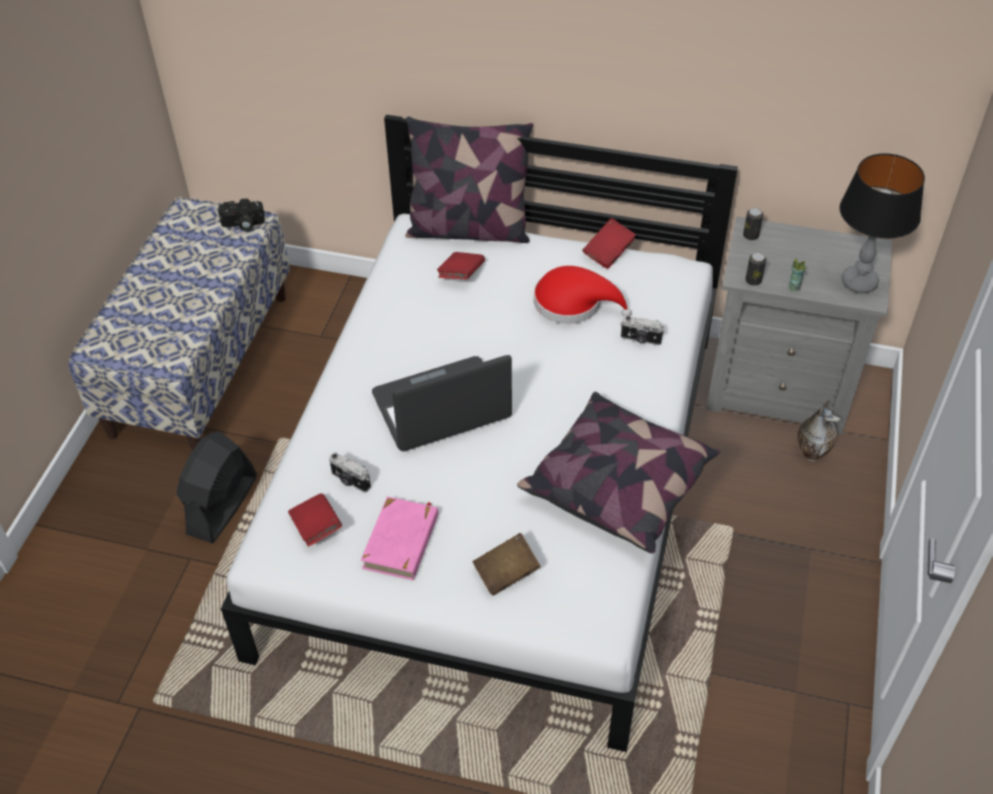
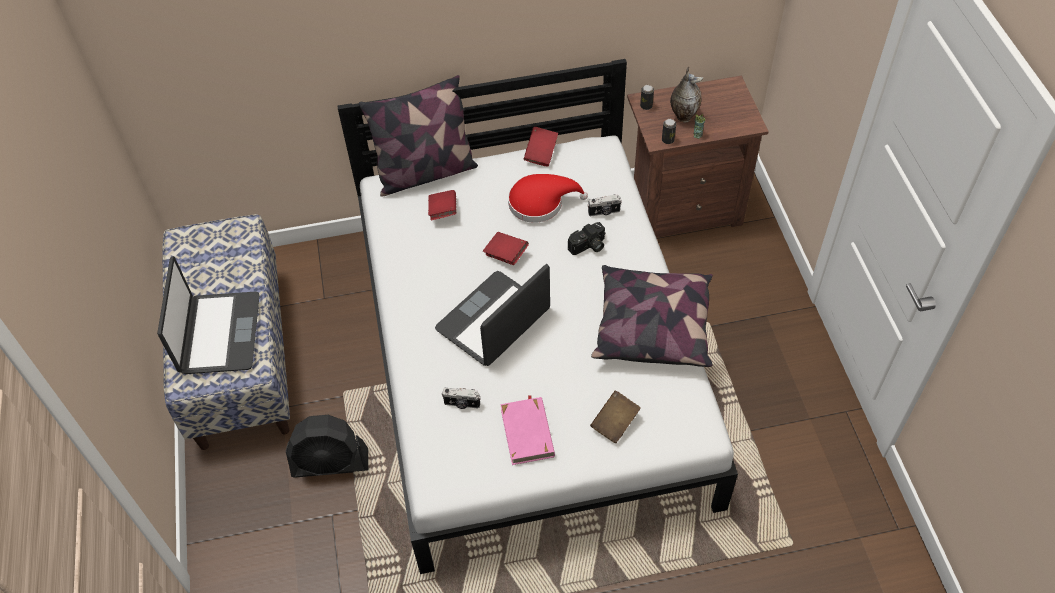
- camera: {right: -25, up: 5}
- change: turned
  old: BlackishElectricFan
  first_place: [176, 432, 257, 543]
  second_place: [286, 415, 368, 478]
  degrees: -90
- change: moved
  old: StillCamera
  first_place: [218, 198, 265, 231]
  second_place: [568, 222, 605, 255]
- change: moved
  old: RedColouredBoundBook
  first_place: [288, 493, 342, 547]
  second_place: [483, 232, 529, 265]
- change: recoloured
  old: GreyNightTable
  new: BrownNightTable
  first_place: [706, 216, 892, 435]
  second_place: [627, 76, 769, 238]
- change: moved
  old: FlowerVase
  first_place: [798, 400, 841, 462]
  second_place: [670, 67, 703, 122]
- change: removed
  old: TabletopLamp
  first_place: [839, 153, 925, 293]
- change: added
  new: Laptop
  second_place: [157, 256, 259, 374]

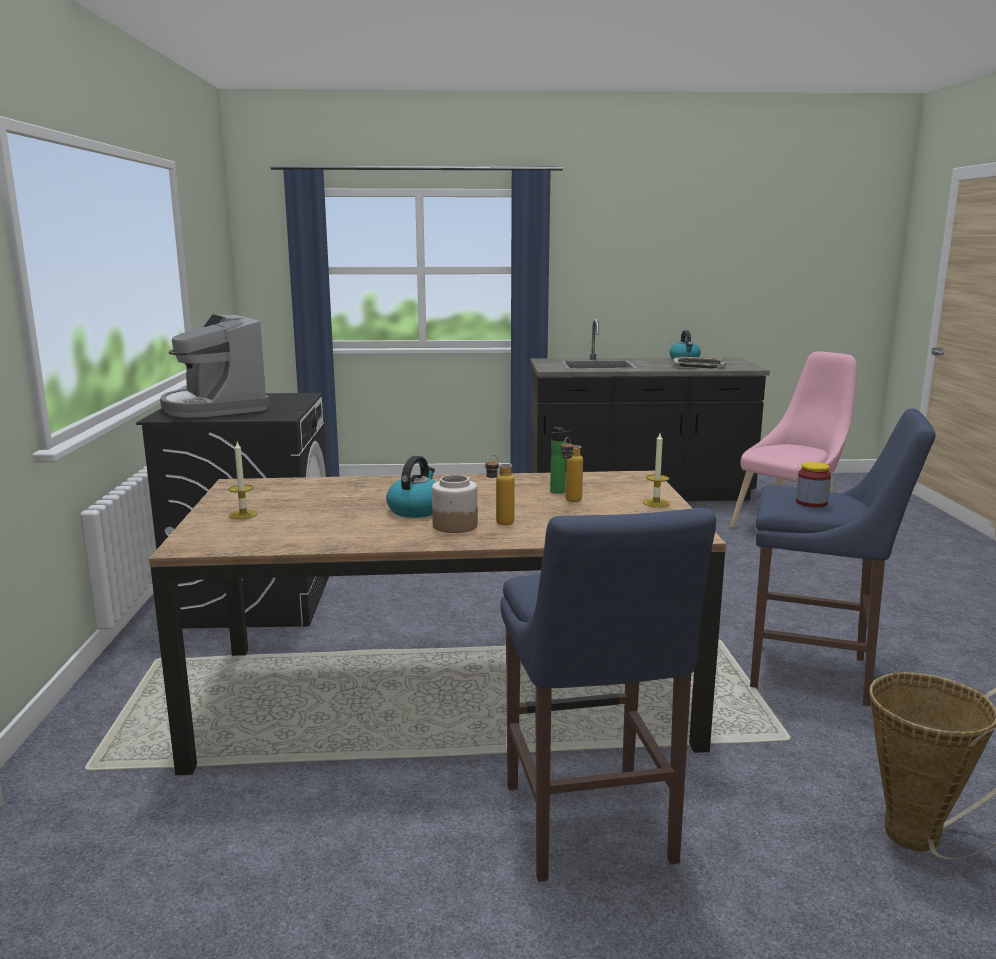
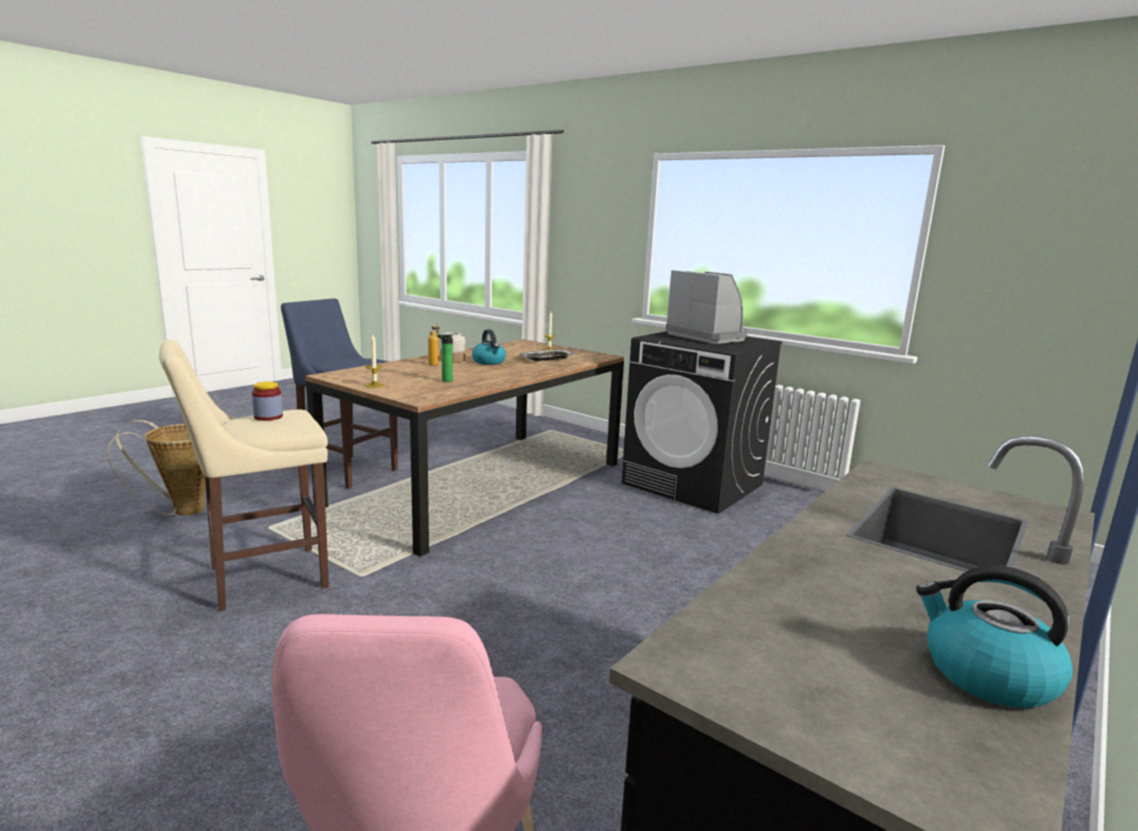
- camera: {right: 130, up: 0}
- change: turned
  old: CoffeeMaker
  first_place: [160, 314, 270, 418]
  second_place: [666, 270, 748, 344]
  degrees: 45
- change: removed
  old: BeverageBottle
  first_place: [561, 437, 583, 502]
- change: moved
  old: ServingTray
  first_place: [671, 357, 727, 368]
  second_place: [519, 350, 575, 361]
- change: recoloured
  old: BlueStoolSeat
  new: BeigeColouredStoolSeat
  first_place: [750, 409, 936, 706]
  second_place: [159, 339, 329, 611]

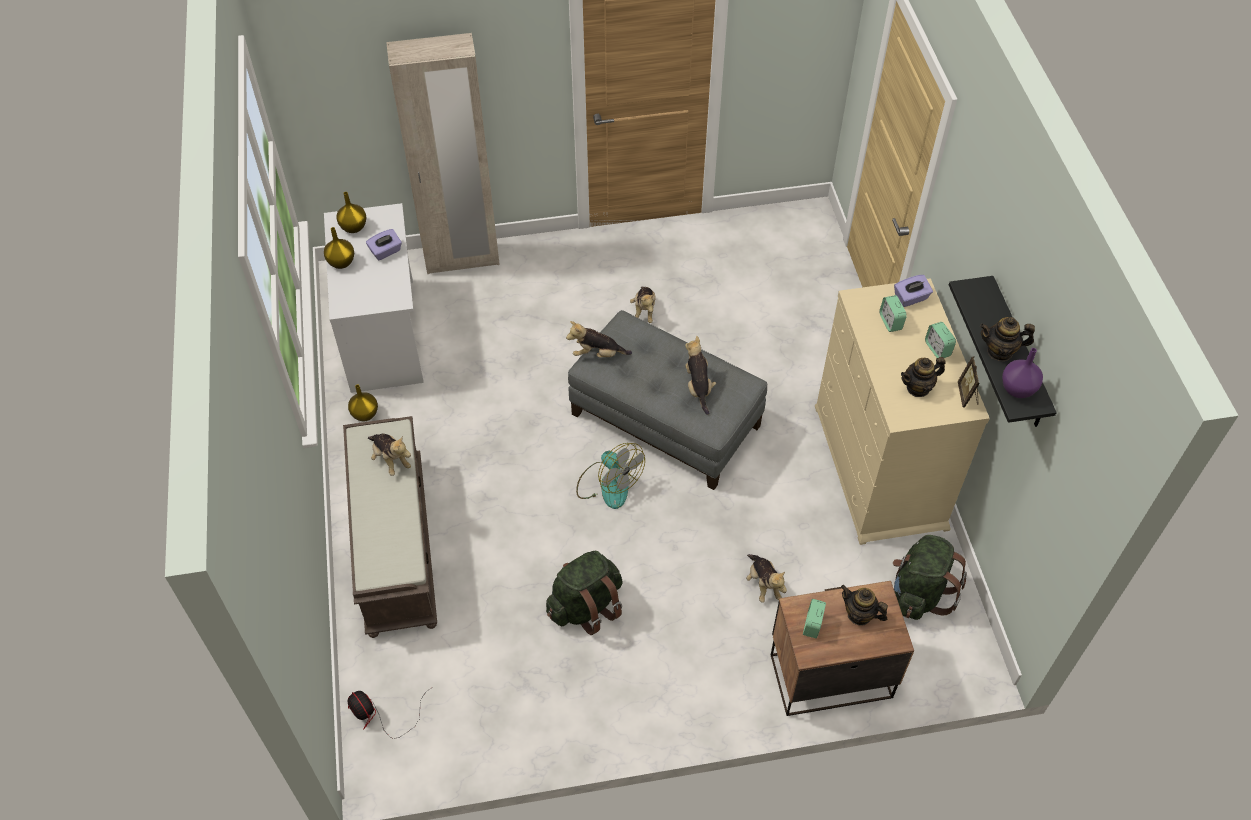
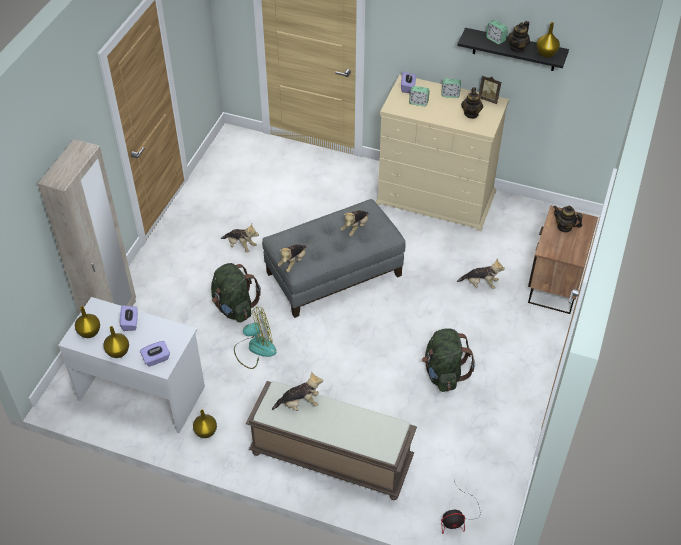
- camera: {right: -60, up: -5}
- change: moved
  old: ElectricFan
  first_place: [576, 443, 645, 509]
  second_place: [234, 307, 276, 369]
- change: turned
  old: PlushToy
  first_place: [685, 336, 716, 415]
  second_place: [341, 210, 369, 237]
  degrees: -75
- change: moved
  old: AlarmClock
  first_place: [803, 599, 826, 638]
  second_place: [486, 20, 508, 44]
- change: turned
  old: TeaPot
  first_place: [841, 585, 888, 626]
  second_place: [553, 206, 583, 233]
  degrees: 60
- change: moved
  old: GreenBackpack
  first_place: [893, 535, 967, 620]
  second_place: [211, 263, 261, 323]
- change: recoloured
  old: PurpleColouredFlowerVase
  new: YellowishFlowerVase
  first_place: [1002, 348, 1043, 398]
  second_place: [536, 22, 560, 58]
- change: added
  new: PurpleColouredTissueBox
  second_place: [140, 341, 170, 367]

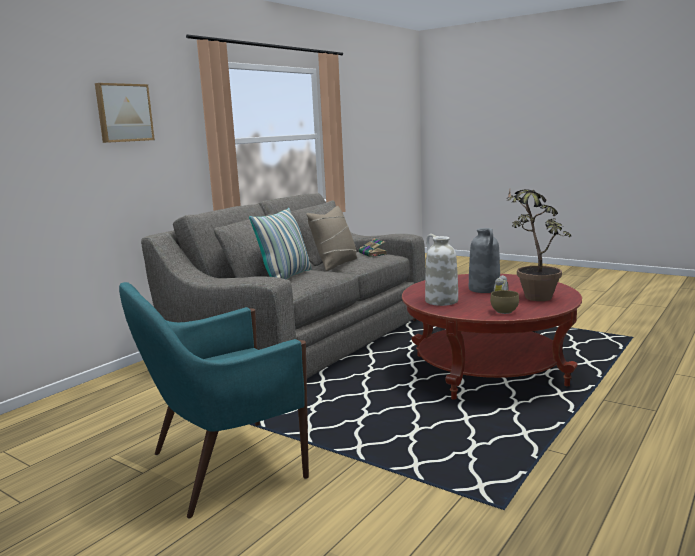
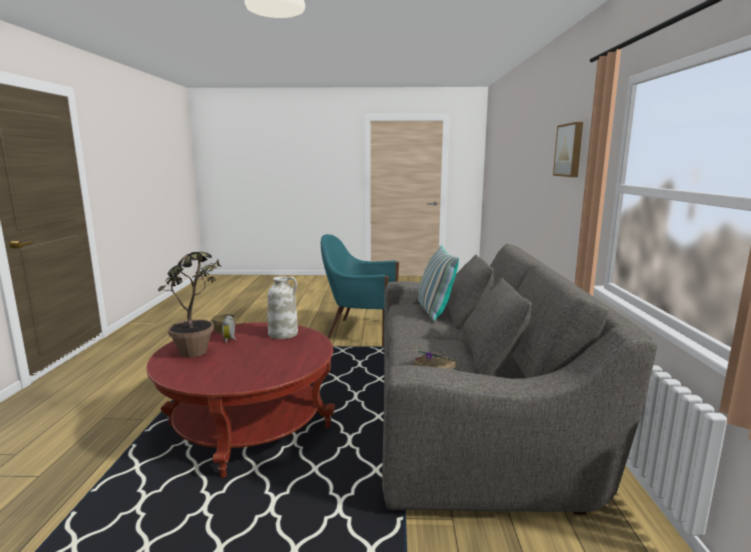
- camera: {right: 145, up: 0}
- change: turned
  old: BlueGreenEasyChair
  first_place: [119, 282, 309, 519]
  second_place: [321, 234, 399, 347]
  degrees: -105
- change: removed
  old: BeigeColouredThrowPillow
  first_place: [306, 206, 357, 271]
- change: removed
  old: GreyFlowerVase
  first_place: [469, 228, 500, 293]

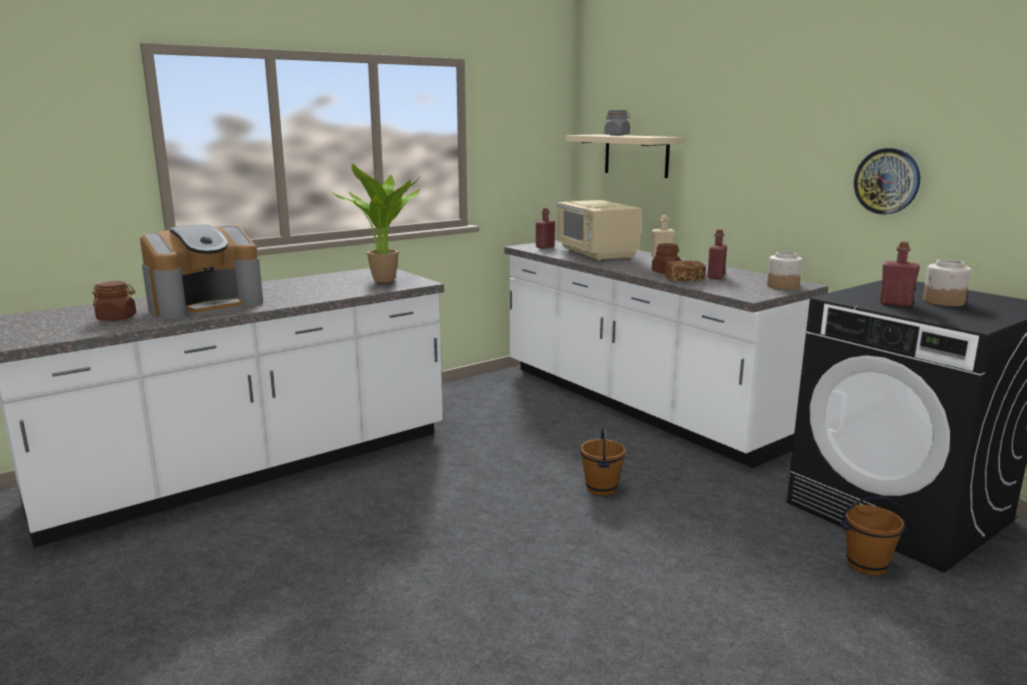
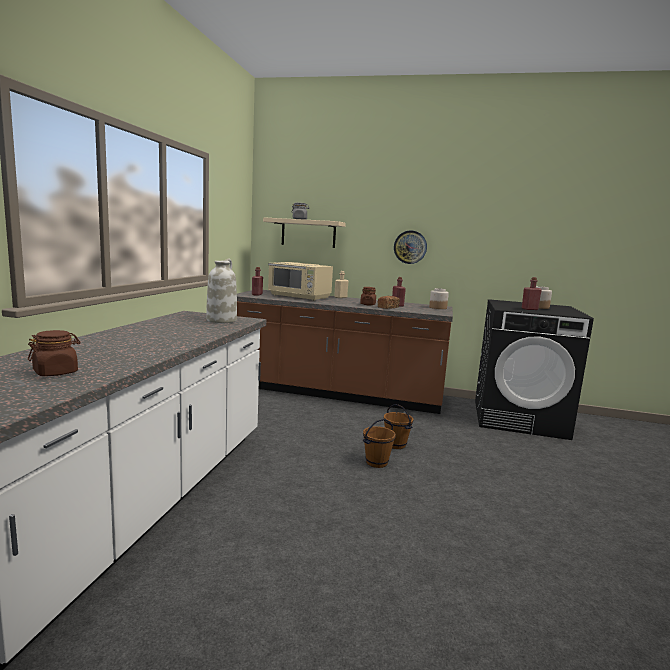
- camera: {right: -40, up: -5}
- change: removed
  old: CoffeeMaker
  first_place: [140, 225, 264, 319]
- change: replaced
  old: PlantInAPot
  new: WhitishFlowerVase
  first_place: [331, 164, 420, 283]
  second_place: [206, 259, 237, 323]
- change: recoloured
  old: WhitishCounter
  new: BrownCounter
  first_place: [504, 240, 829, 468]
  second_place: [237, 290, 453, 414]
- change: moved
  old: BrownPail
  first_place: [840, 497, 907, 576]
  second_place: [363, 419, 396, 468]
- change: moved
  old: ClockOnTheWall
  first_place: [854, 148, 920, 215]
  second_place: [394, 231, 427, 264]

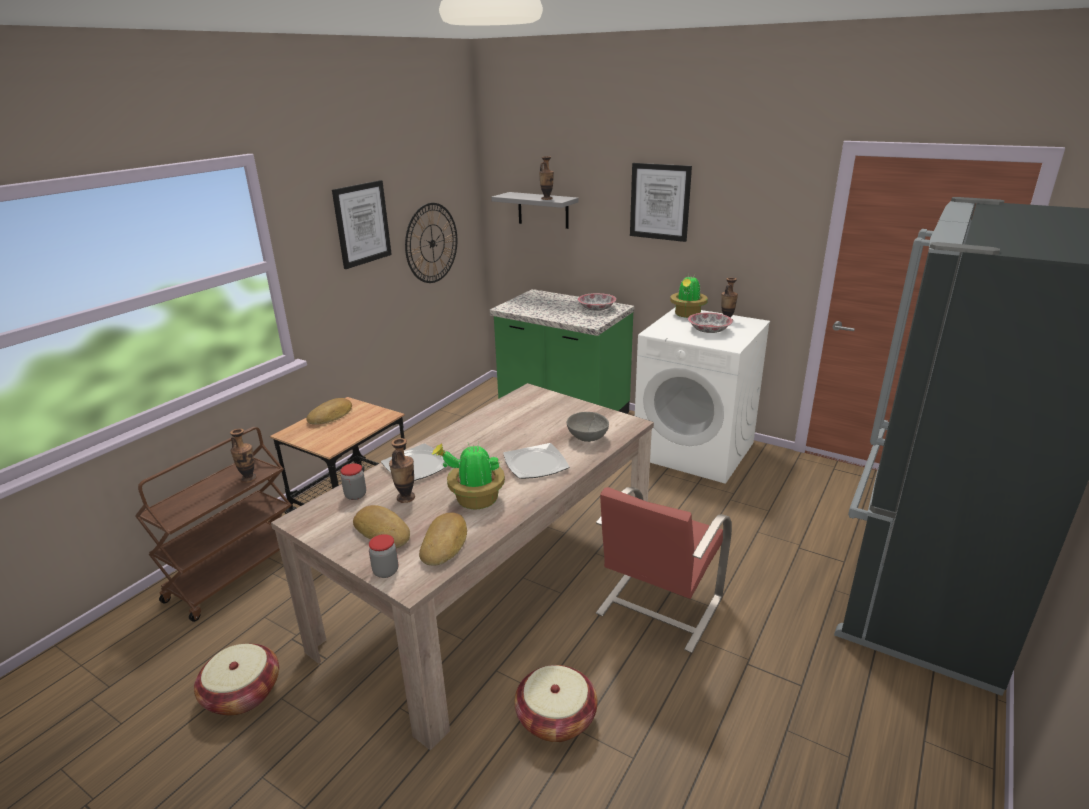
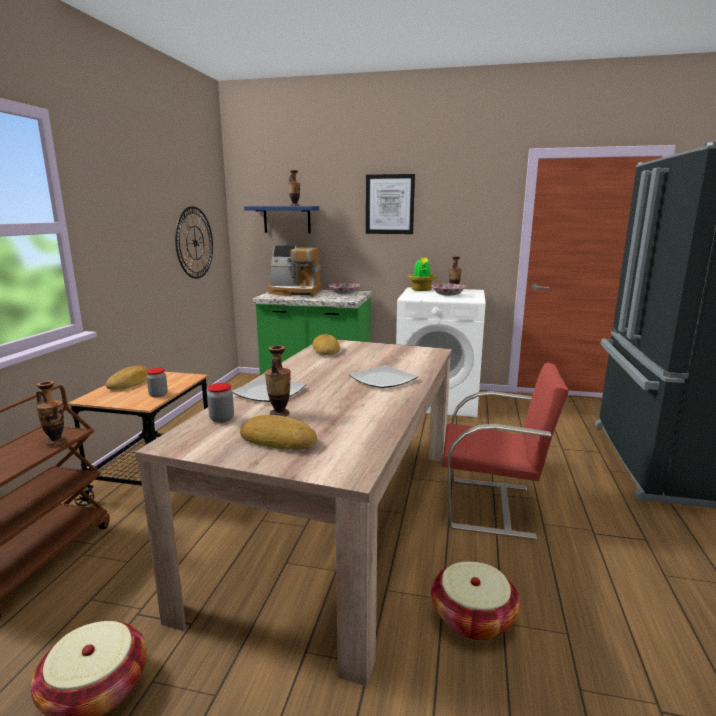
- camera: {right: -20, up: -10}
- change: removed
  old: Picture
  first_place: [332, 180, 392, 269]
- change: moved
  old: PreserveJar
  first_place: [369, 534, 398, 578]
  second_place: [146, 368, 168, 397]
- change: moved
  old: BakedBread
  first_place: [419, 513, 467, 566]
  second_place: [313, 334, 340, 355]
- change: removed
  old: PlantInAPot
  first_place: [432, 443, 505, 509]
- change: recoloured
  old: GreyBracketShelf
  new: BlueBracketShelf
  first_place: [491, 192, 579, 229]
  second_place: [244, 206, 319, 233]
- change: removed
  old: GreyBowl
  first_place: [567, 412, 609, 442]
- change: turned
  old: RedColouredPlainChair
  first_place: [596, 487, 732, 653]
  second_place: [442, 363, 569, 540]
  degrees: -90
- change: added
  new: CoffeeMaker
  second_place: [268, 246, 322, 297]

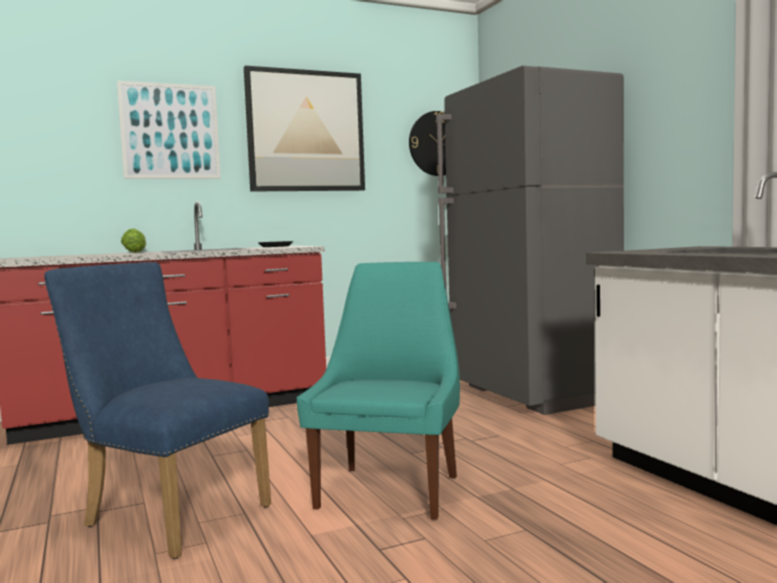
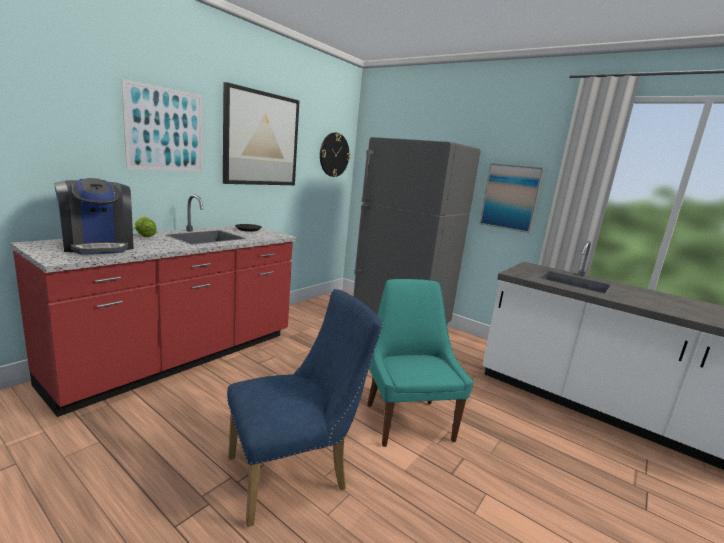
- camera: {right: -30, up: 10}
- change: turned
  old: BluePlainChair
  first_place: [44, 262, 271, 559]
  second_place: [227, 289, 382, 527]
  degrees: 150
- change: added
  new: CoffeeMaker
  second_place: [54, 178, 134, 255]
- change: added
  new: Picture
  second_place: [479, 163, 544, 233]

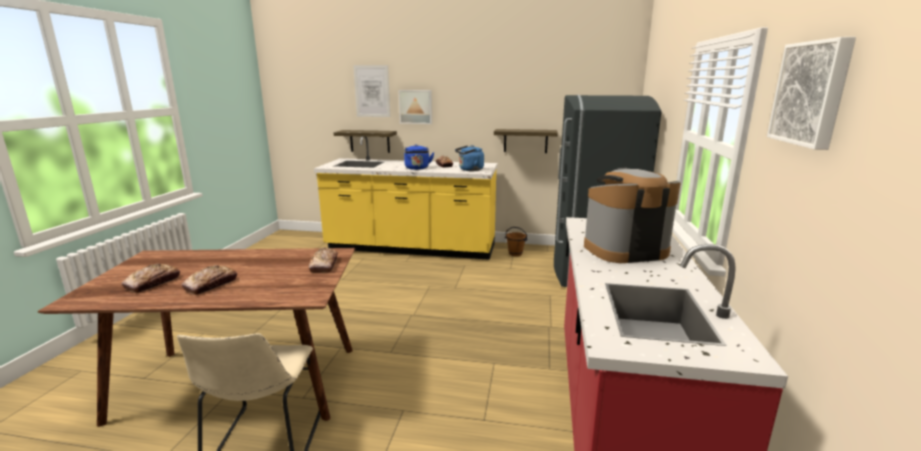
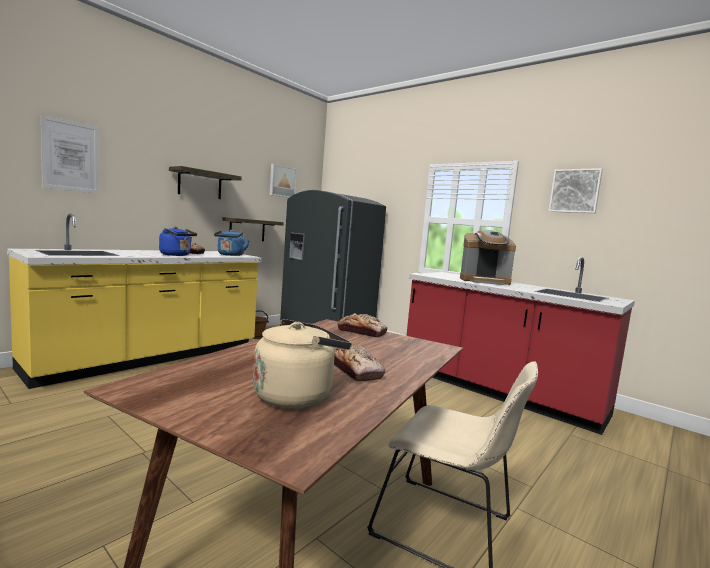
- camera: {right: -60, up: -10}
- change: replaced
  old: BakedBread
  new: BeigeColouredKettle
  first_place: [122, 264, 180, 293]
  second_place: [253, 319, 351, 408]
- change: moved
  old: BracketShelf
  first_place: [333, 130, 397, 153]
  second_place: [169, 166, 242, 199]
- change: moved
  old: Picture
  first_place: [399, 90, 432, 124]
  second_place: [270, 164, 297, 198]
- change: turned
  old: CoffeeMaker
  first_place: [584, 168, 681, 263]
  second_place: [460, 230, 516, 285]
  degrees: -105

